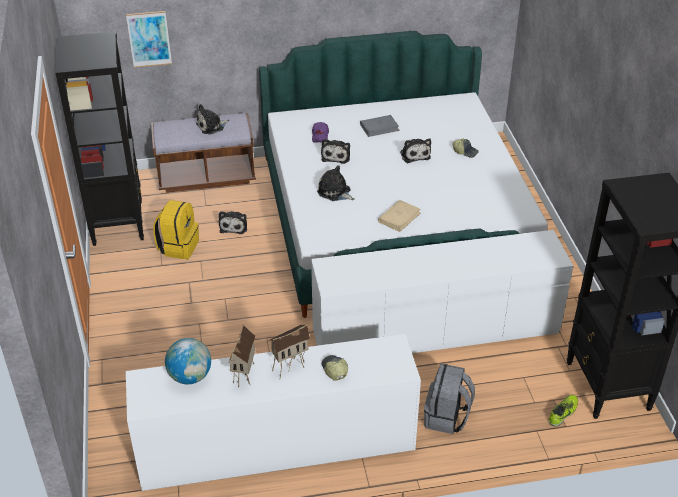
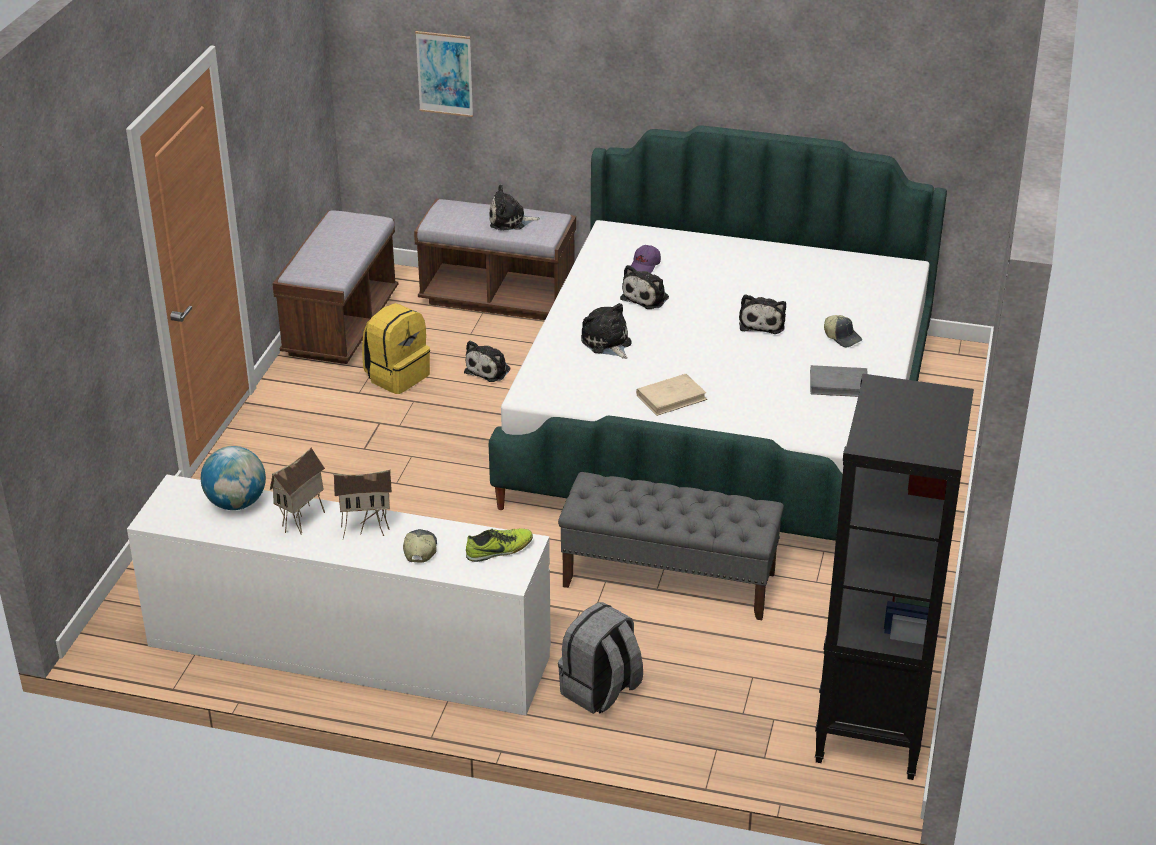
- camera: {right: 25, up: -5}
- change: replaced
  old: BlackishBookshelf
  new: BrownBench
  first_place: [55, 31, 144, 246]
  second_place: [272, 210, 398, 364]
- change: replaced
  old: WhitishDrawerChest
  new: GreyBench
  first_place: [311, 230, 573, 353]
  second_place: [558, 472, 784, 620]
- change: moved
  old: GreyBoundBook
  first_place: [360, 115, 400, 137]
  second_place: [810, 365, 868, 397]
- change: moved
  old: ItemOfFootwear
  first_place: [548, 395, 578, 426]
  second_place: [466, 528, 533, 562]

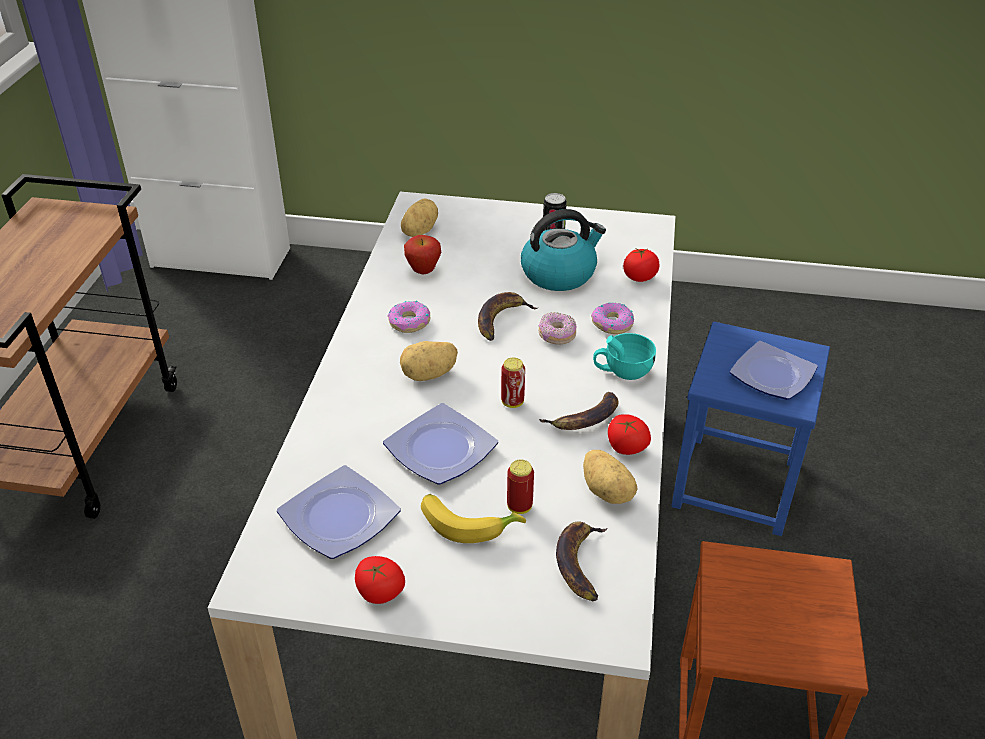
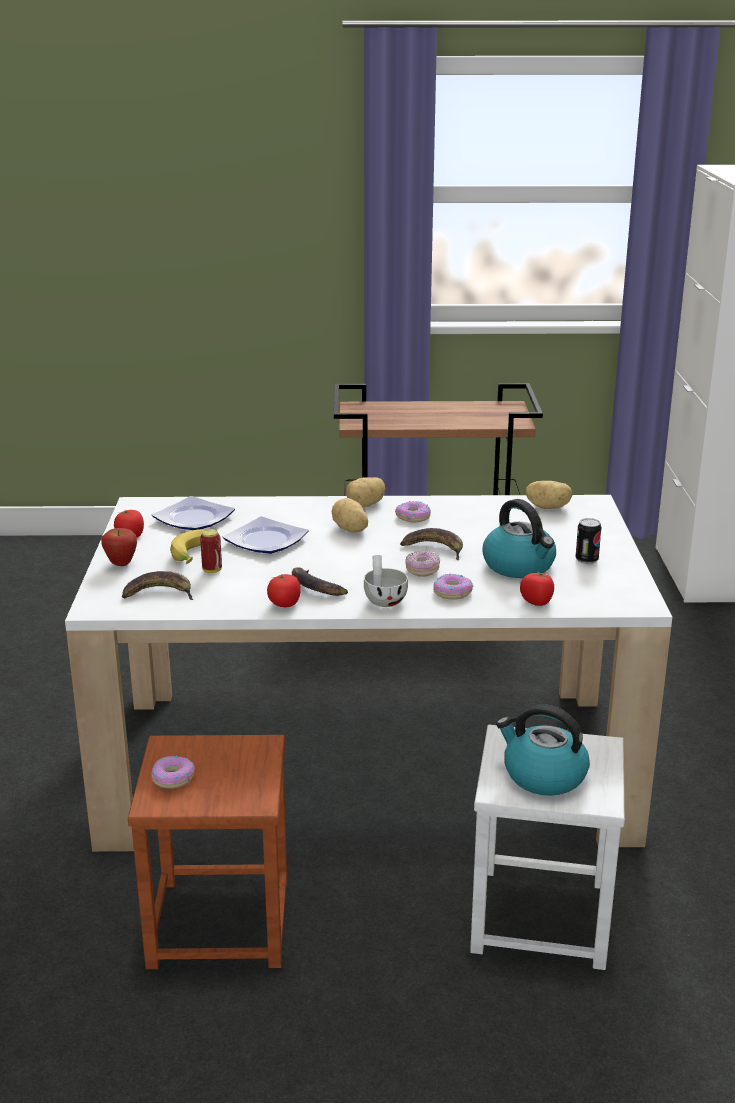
- camera: {right: 80, up: -15}
- change: moved
  old: WholeApple
  first_place: [404, 235, 442, 274]
  second_place: [101, 528, 137, 566]
- change: removed
  old: SealedCan
  first_place: [501, 358, 525, 408]
- change: moved
  old: Potato
  first_place: [583, 450, 637, 504]
  second_place: [346, 477, 385, 507]
- change: recoloured
  old: BlueGreenDrinkingCup
  new: WhitishDrinkingCup
  first_place: [593, 333, 656, 380]
  second_place: [364, 555, 408, 607]
- change: recoloured
  old: BlueStoolSeat
  new: WhitishStoolSeat
  first_place: [671, 321, 830, 536]
  second_place: [470, 725, 625, 970]
- change: replaced
  old: FlatDish
  new: Kettle
  first_place: [730, 341, 818, 400]
  second_place: [496, 704, 590, 796]
- change: added
  new: Donut
  second_place: [151, 756, 195, 789]

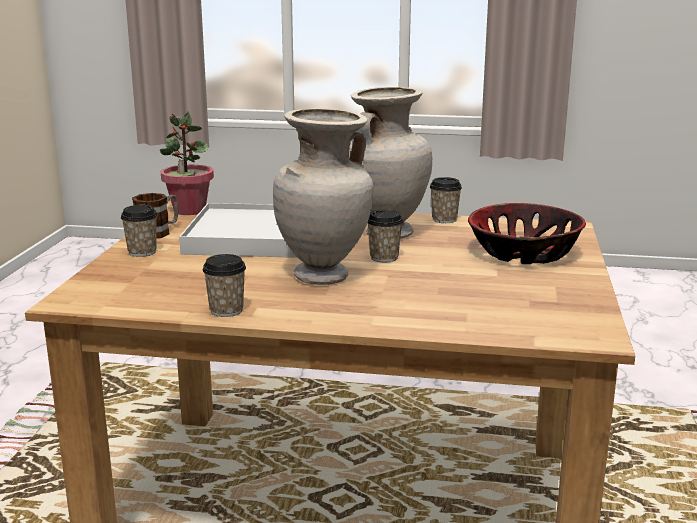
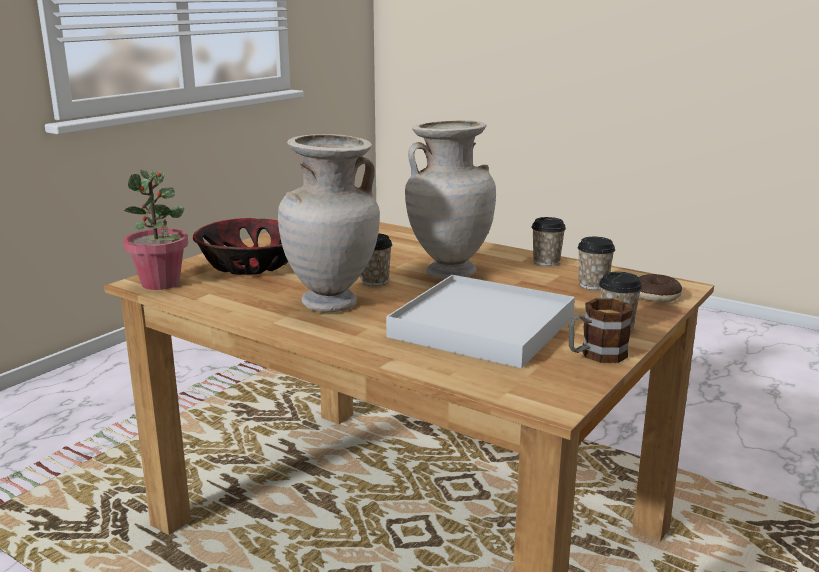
- camera: {right: -155, up: 0}
- change: moved
  old: PlantInAPot
  first_place: [160, 111, 214, 215]
  second_place: [123, 170, 188, 290]
- change: moved
  old: DrinkingCup
  first_place: [430, 177, 462, 223]
  second_place: [577, 237, 615, 290]
- change: added
  new: Donut
  second_place: [639, 274, 682, 302]

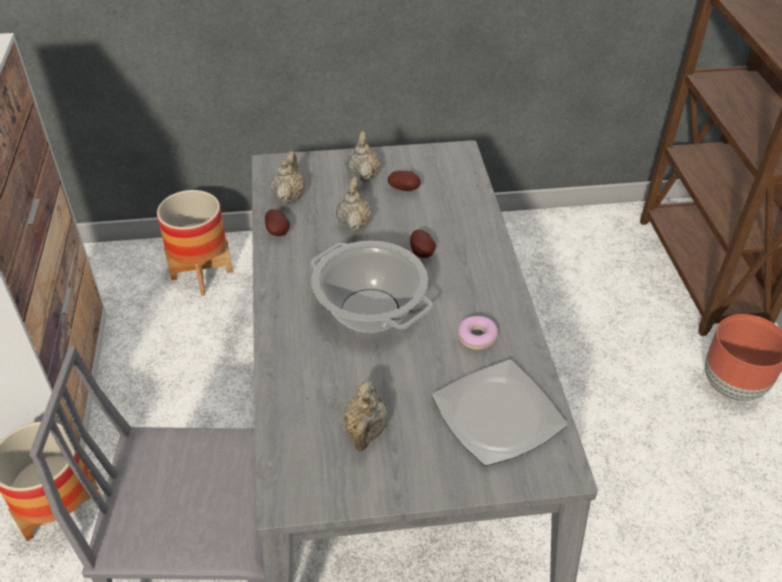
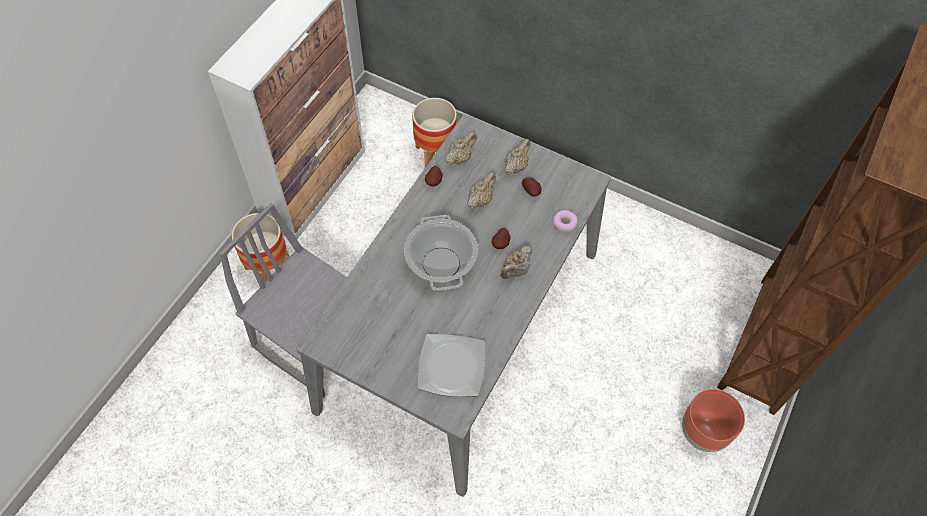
- camera: {right: 35, up: 15}
- change: moved
  old: BeigeColouredTeaPot
  first_place: [343, 380, 388, 451]
  second_place: [500, 246, 532, 279]
- change: moved
  old: Donut
  first_place: [458, 316, 498, 350]
  second_place: [553, 210, 578, 232]

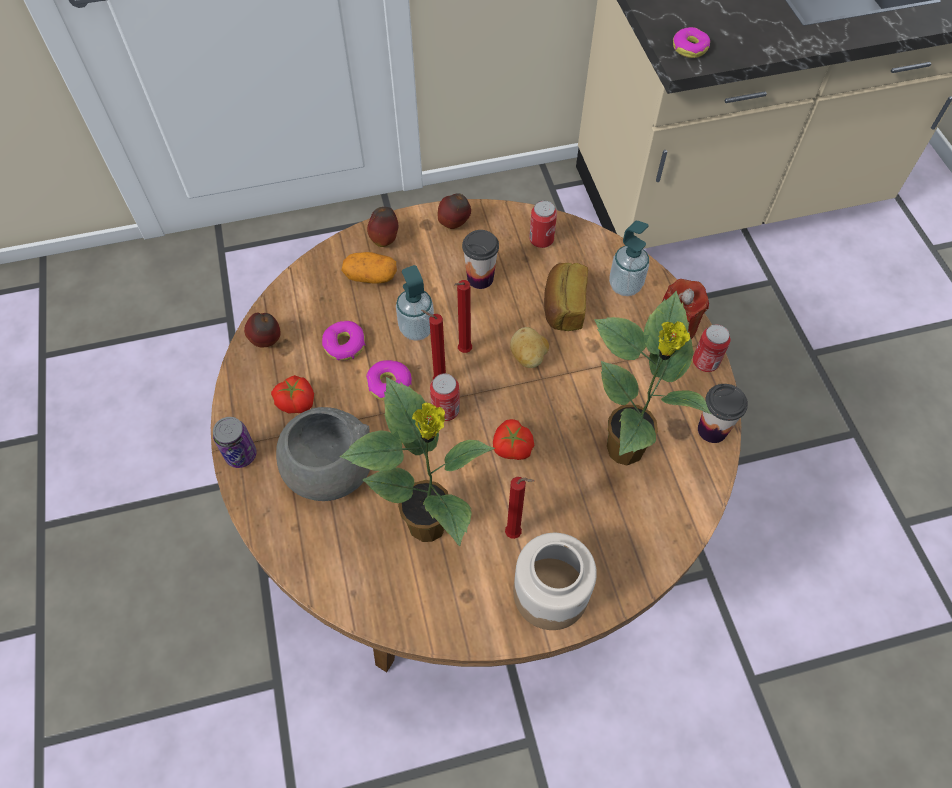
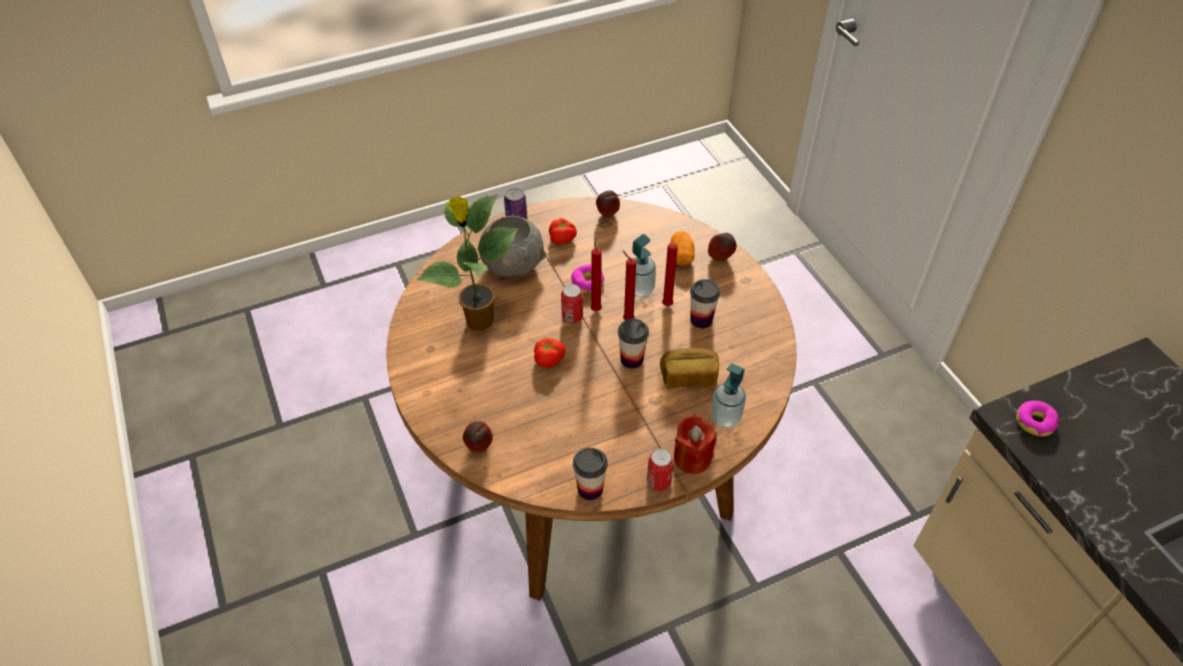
- camera: {right: 80, up: -10}
- change: removed
  old: Donut
  first_place: [322, 321, 366, 361]
- change: moved
  old: WholeApple
  first_place: [438, 193, 471, 229]
  second_place: [463, 421, 493, 453]
- change: moved
  old: RedColouredWaxCandle
  first_place: [505, 477, 535, 539]
  second_place: [662, 243, 678, 306]
- change: replaced
  old: Potato
  new: DrinkingCup
  first_place: [510, 327, 549, 368]
  second_place: [618, 318, 649, 369]
- change: removed
  old: PreserveJar
  first_place: [513, 533, 597, 630]
- change: removed
  old: SealedCan
  first_place: [529, 201, 557, 248]
- change: removed
  old: PlantInAPot
  first_place: [594, 291, 711, 466]

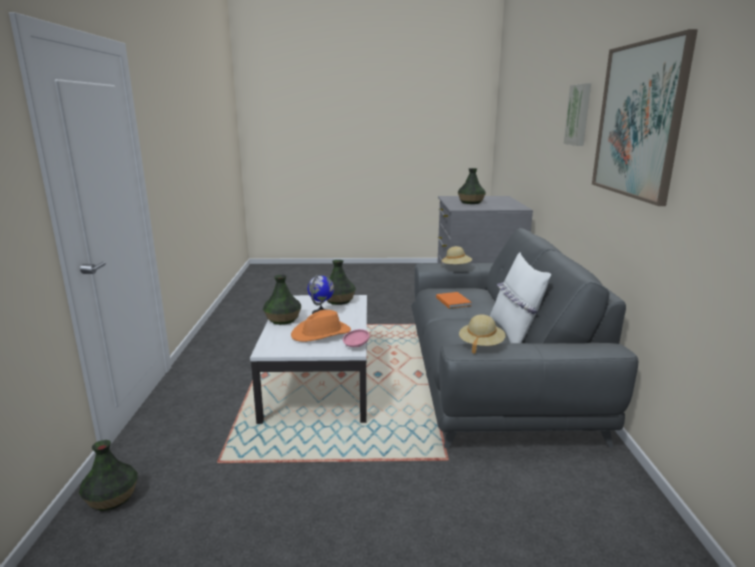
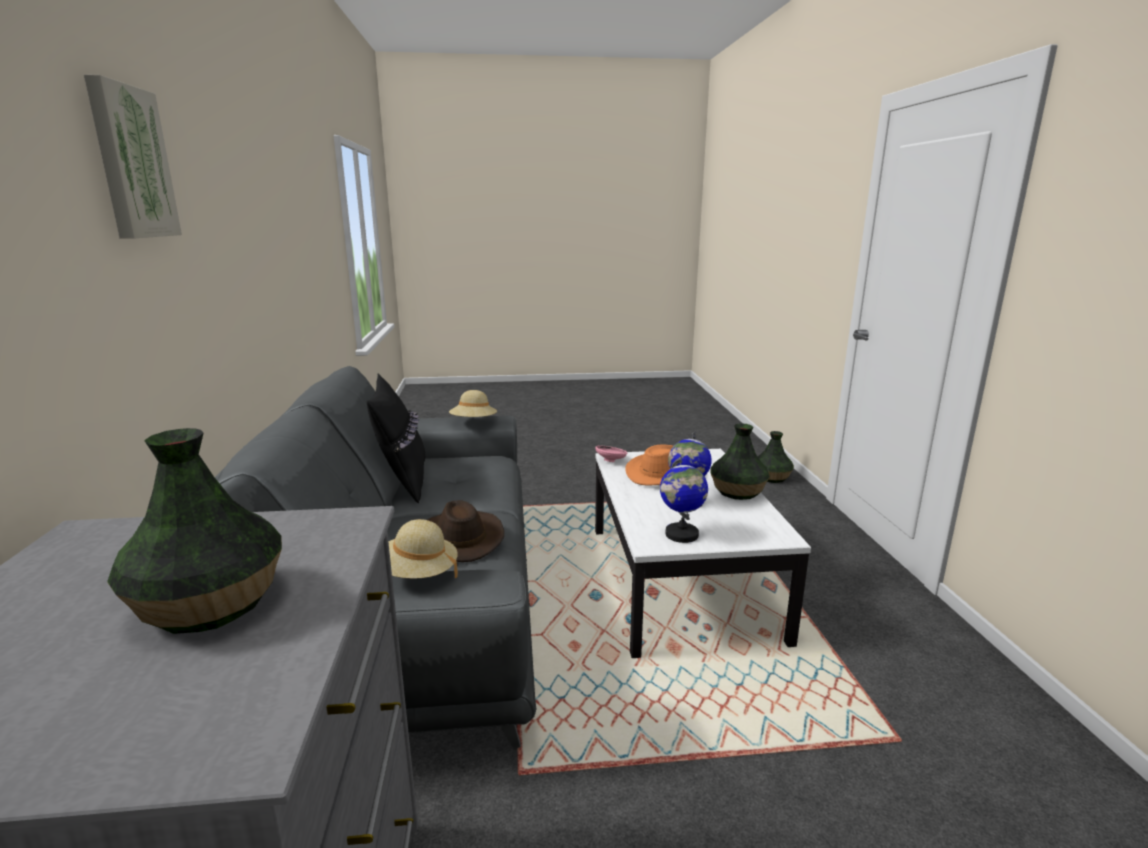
- camera: {right: 175, up: 0}
- change: replaced
  old: FlowerVase
  new: DeskGlobe
  first_place: [326, 260, 356, 305]
  second_place: [660, 457, 708, 543]
- change: replaced
  old: OrangeyBoundBook
  new: BrownWearableHat
  first_place: [436, 292, 472, 309]
  second_place: [427, 500, 504, 562]
- change: recoloured
  old: WhitishThrowPillow
  new: BlackishThrowPillow
  first_place: [490, 253, 551, 343]
  second_place: [367, 374, 425, 503]
- change: removed
  old: Picture
  first_place: [592, 29, 698, 206]

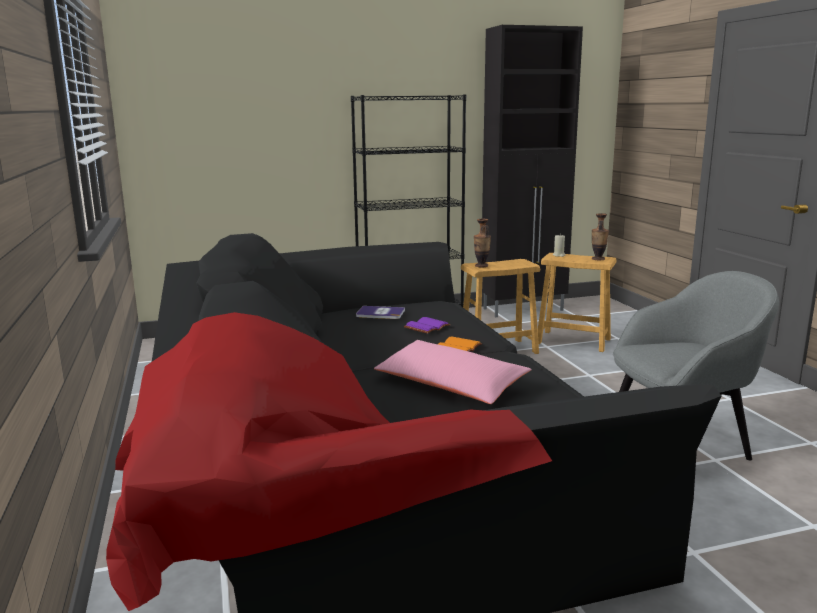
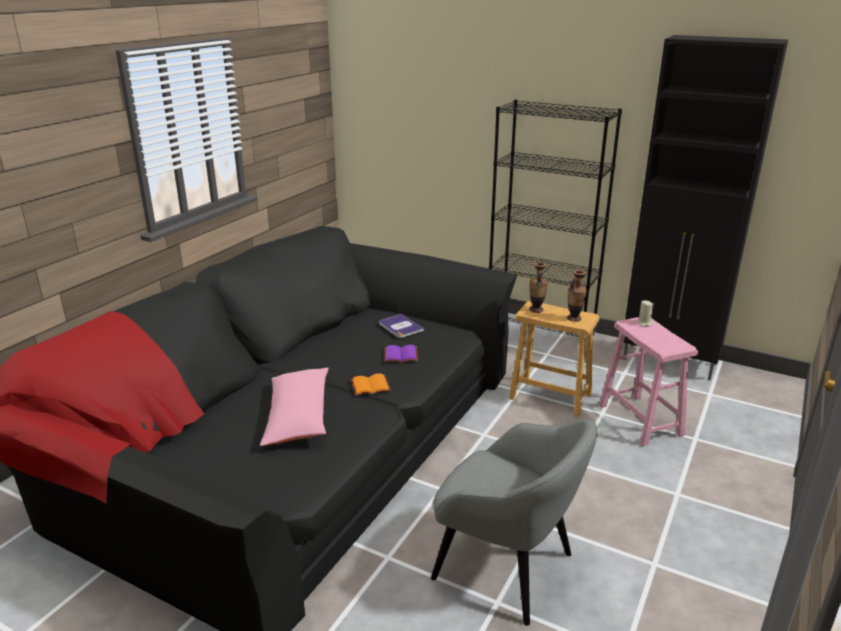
- camera: {right: 45, up: 10}
- change: recoloured
  old: BrownStoolSeat
  new: PinkishStoolSeat
  first_place: [538, 253, 616, 352]
  second_place: [599, 317, 698, 446]
- change: moved
  old: FlowerVase
  first_place: [592, 213, 609, 261]
  second_place: [567, 270, 587, 322]

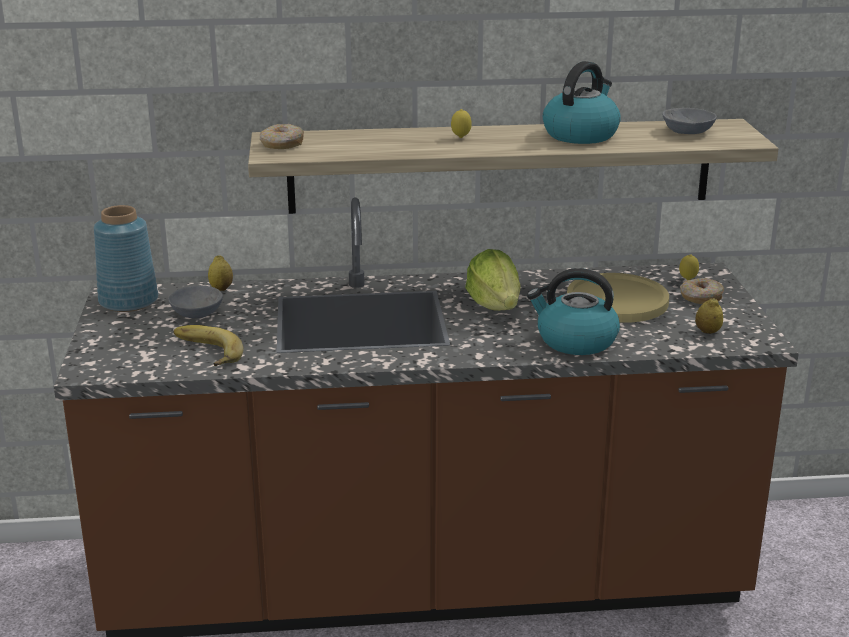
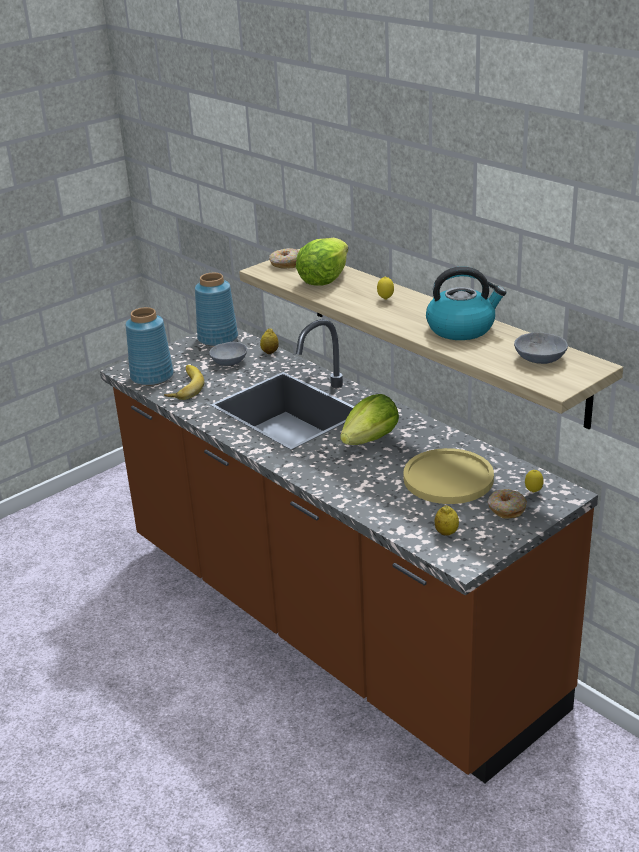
- camera: {right: 55, up: 5}
- change: removed
  old: Kettle
  first_place: [527, 268, 620, 355]
- change: added
  new: BlueFlowerVase
  second_place: [126, 307, 174, 386]
- change: added
  new: HeadOfLettuce
  second_place: [296, 238, 348, 286]

